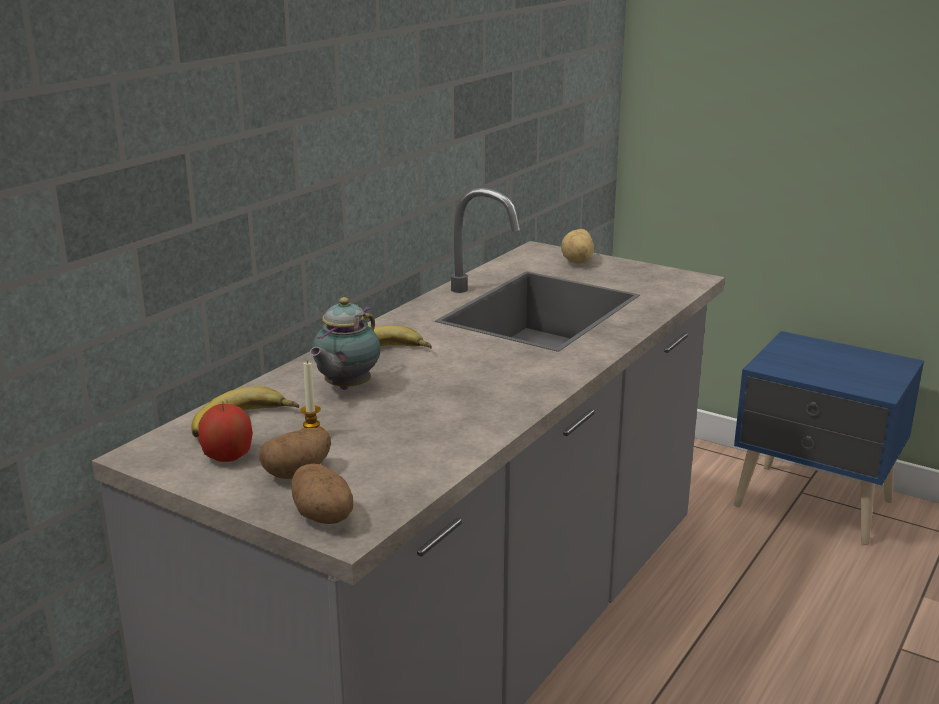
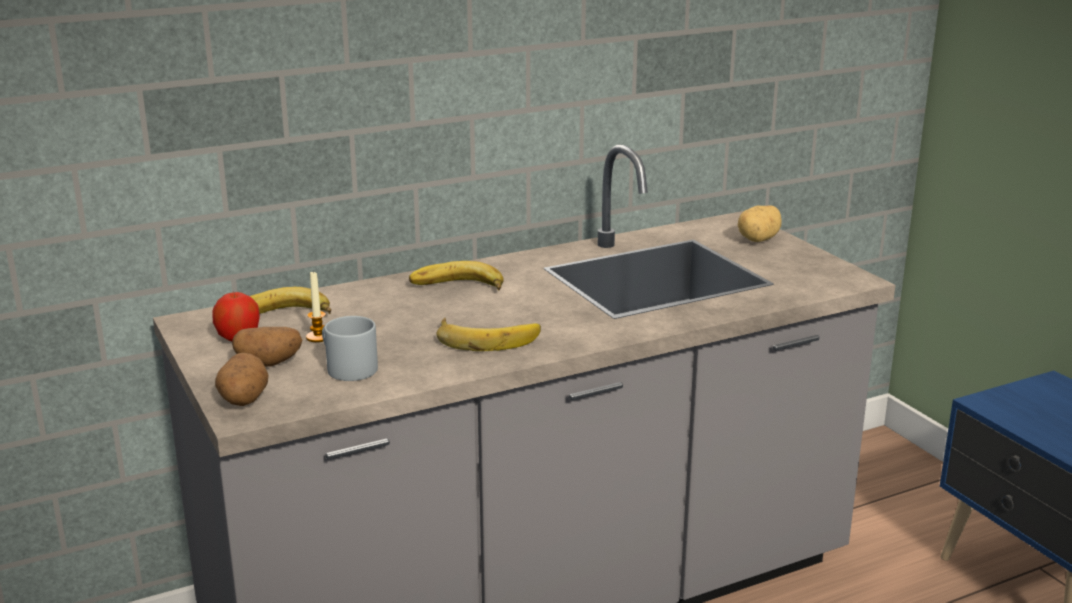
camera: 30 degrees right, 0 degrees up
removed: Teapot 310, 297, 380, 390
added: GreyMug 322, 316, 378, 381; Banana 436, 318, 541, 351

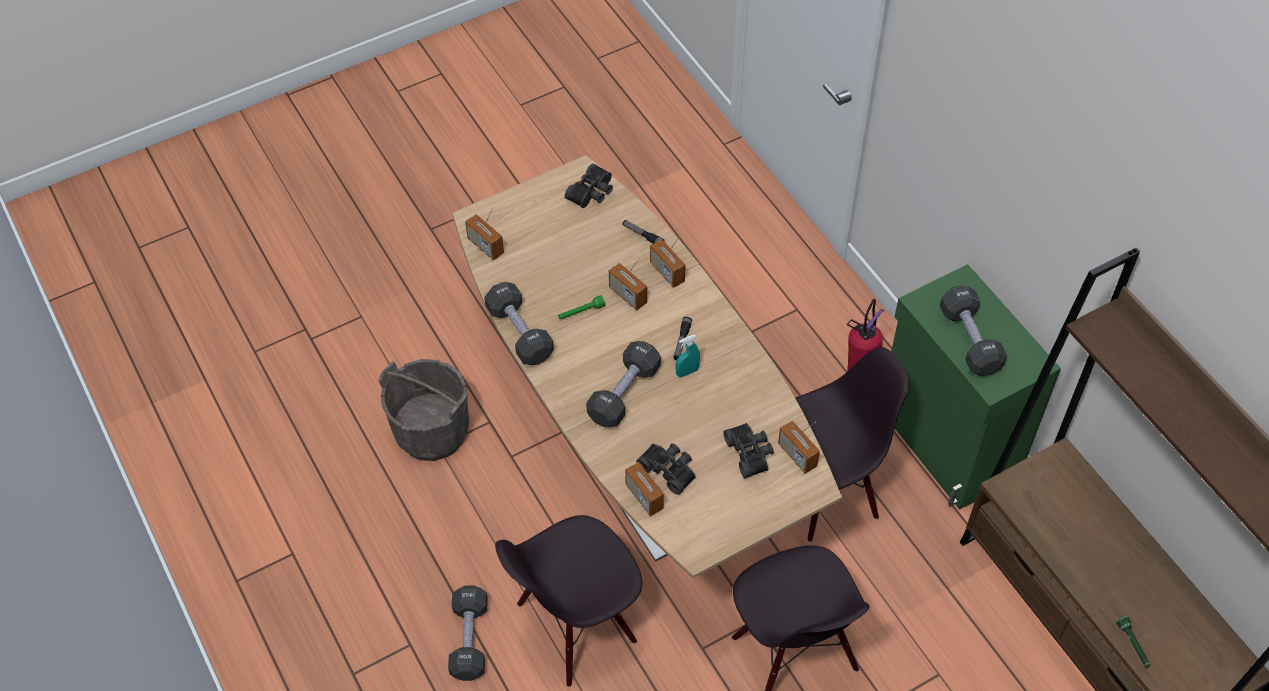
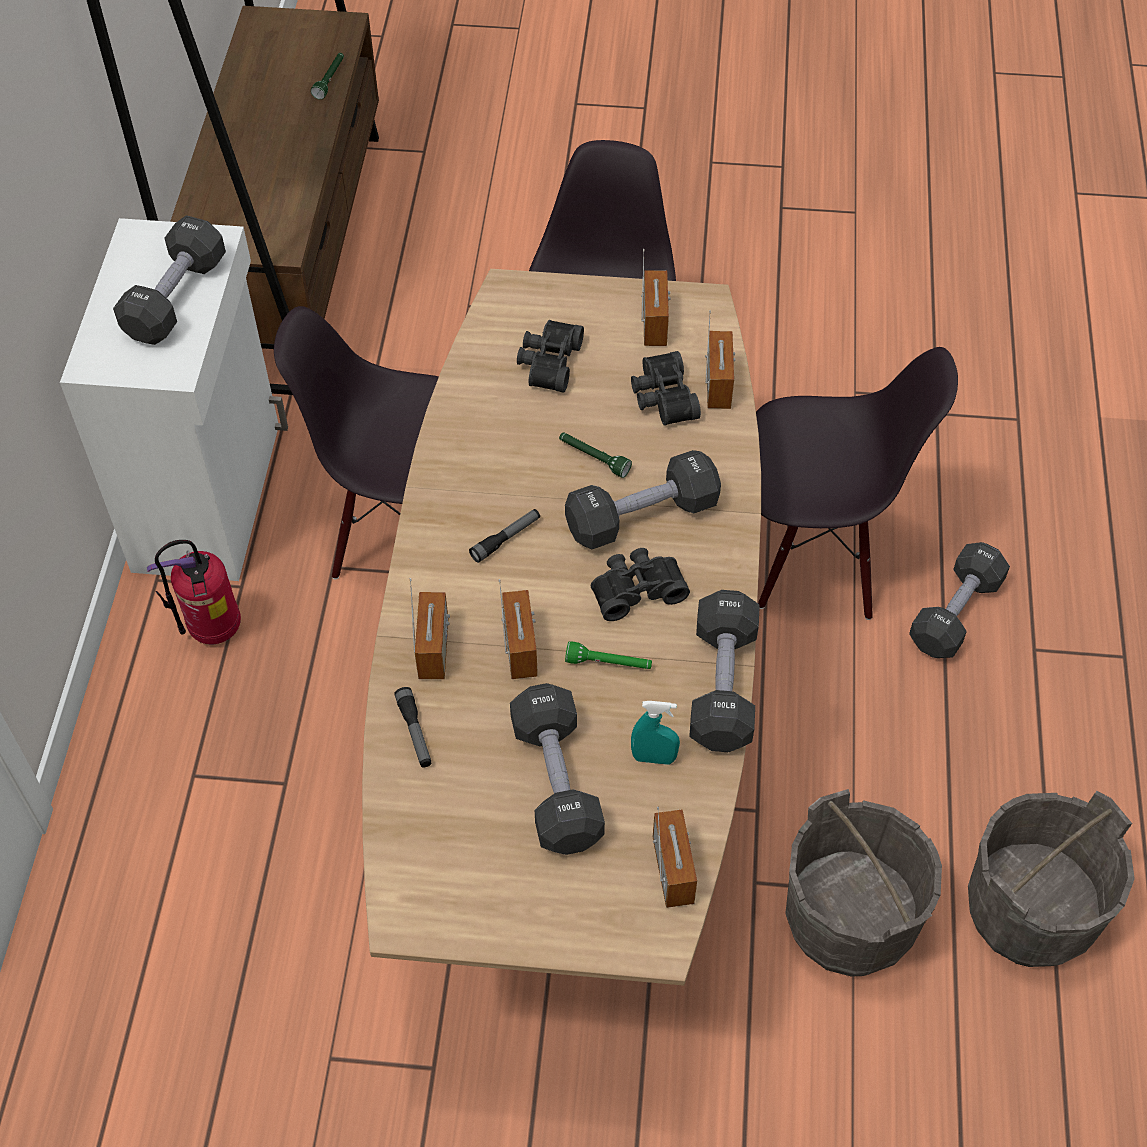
camera: 145 degrees left, 0 degrees up
added: BlackDumbbell 510, 683, 605, 855; GreenFlashlight 559, 432, 632, 478; GreyBucket 968, 791, 1135, 967
moved: BlackBinoculars 565, 163, 613, 208 to 591, 548, 690, 621; TurquoiseSprayBottle 675, 335, 700, 377 to 631, 701, 680, 765; Radio 778, 420, 820, 474 to 641, 249, 670, 346
recoloured: GreenCabinet 891, 264, 1061, 510 to WhiteCabinet 60, 218, 288, 581

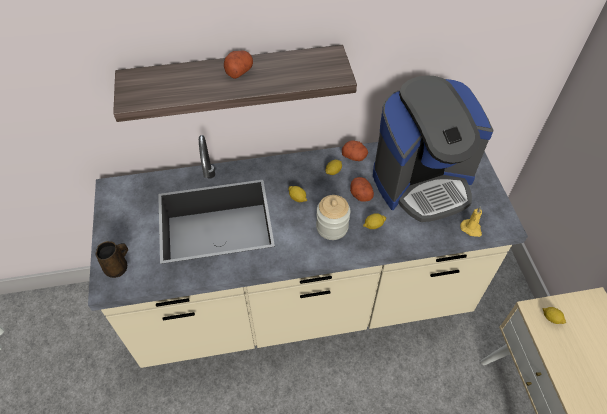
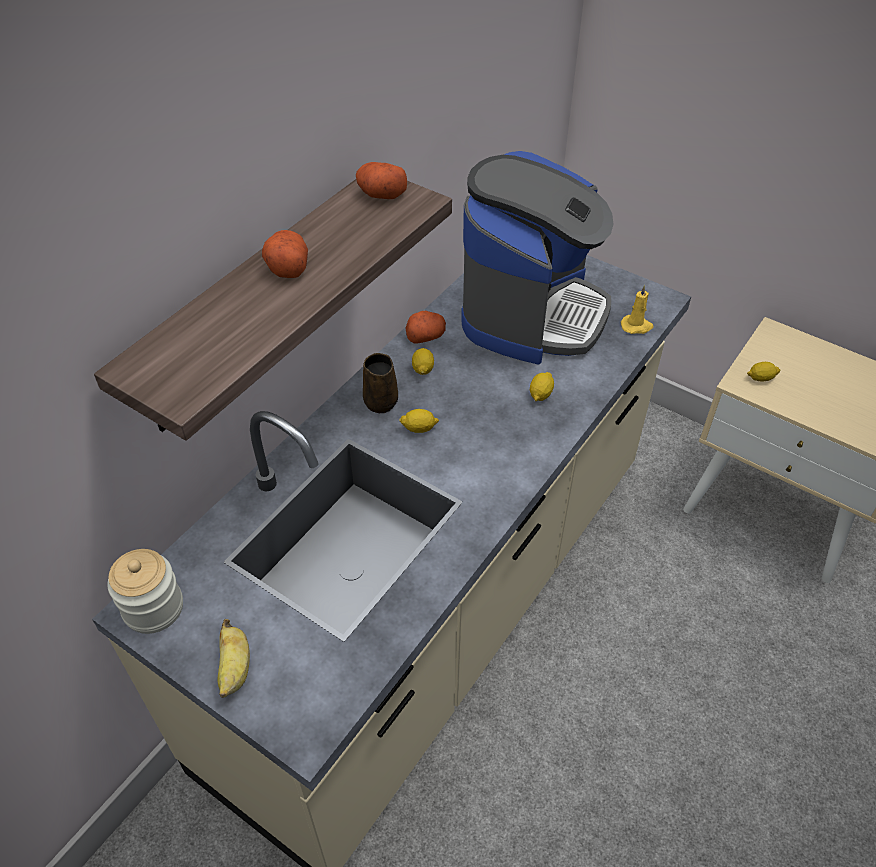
camera: 45 degrees left, 5 degrees down
added: Banana 217, 619, 250, 698
moved: BrownMug 96, 241, 128, 278 to 363, 353, 398, 413; Jar 316, 195, 350, 240 to 107, 549, 183, 634; Potato 350, 177, 374, 202 to 356, 162, 407, 199

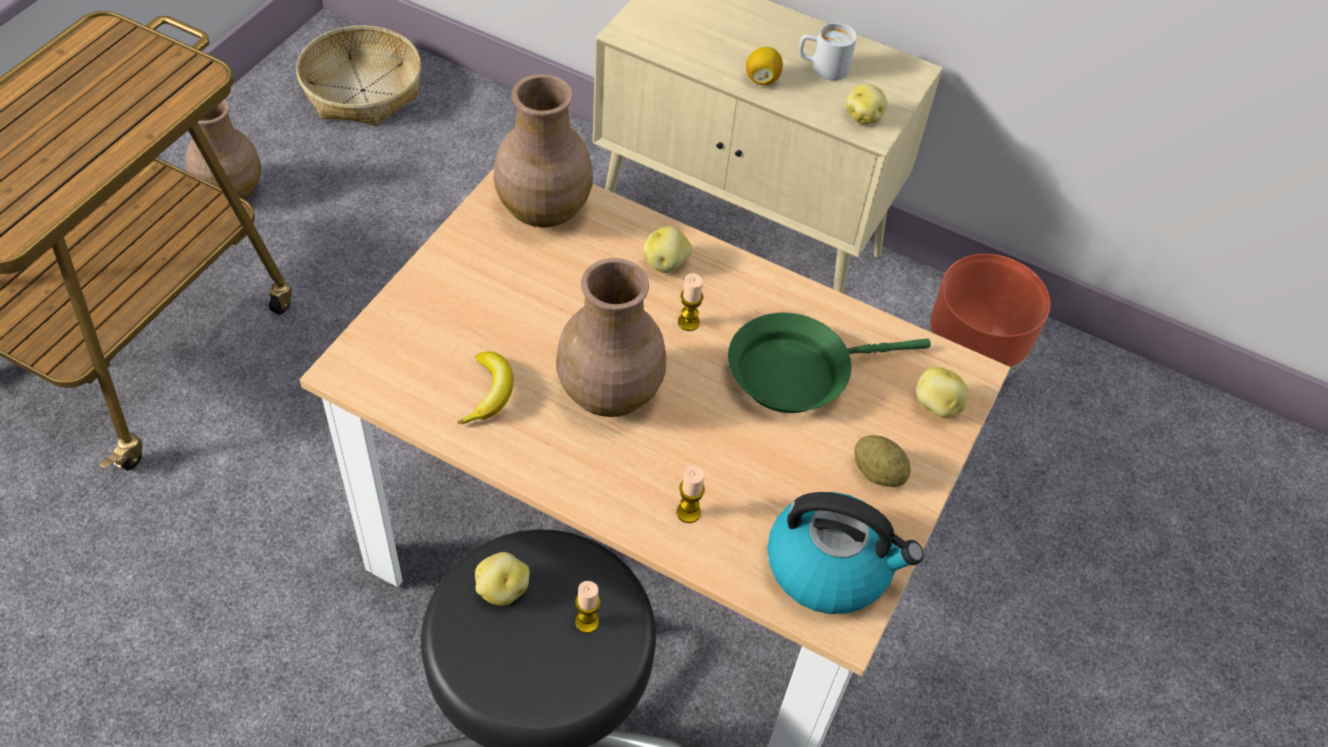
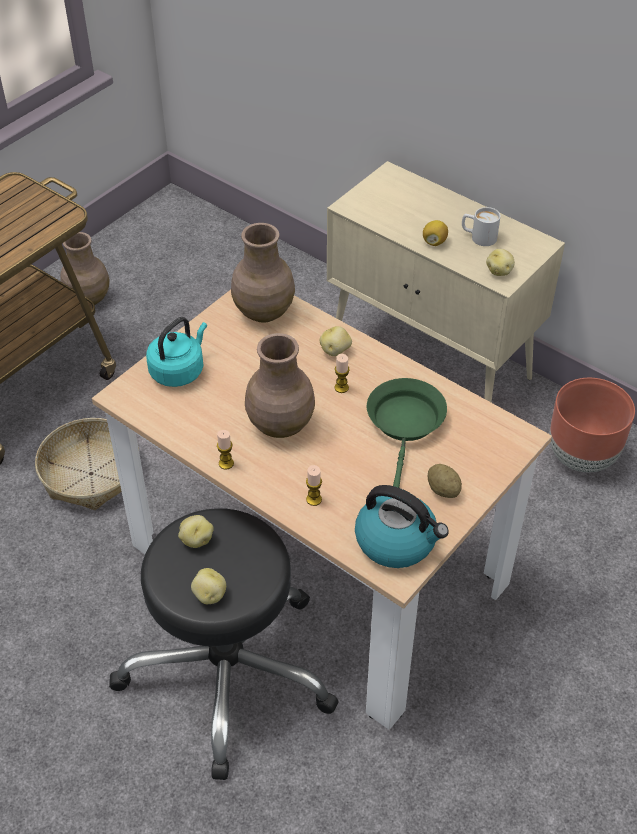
camera: 15 degrees right, 5 degrees down
removed: Banana 458, 351, 513, 424
added: TurquoiseKettle 146, 317, 207, 387
moved: Basket 296, 25, 421, 127 to 35, 418, 139, 510; Candle 575, 581, 601, 633 to 217, 430, 234, 469; Potato 916, 367, 969, 418 to 191, 568, 226, 604
turned: GreenFryingPan 728, 313, 931, 413 = 367, 378, 447, 488 105 degrees clockwise

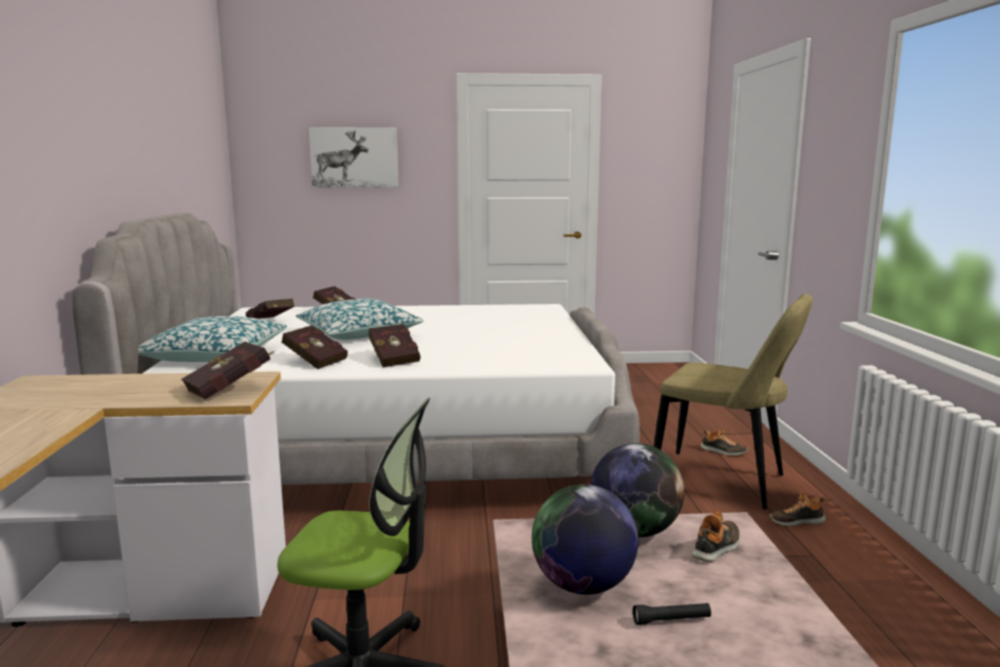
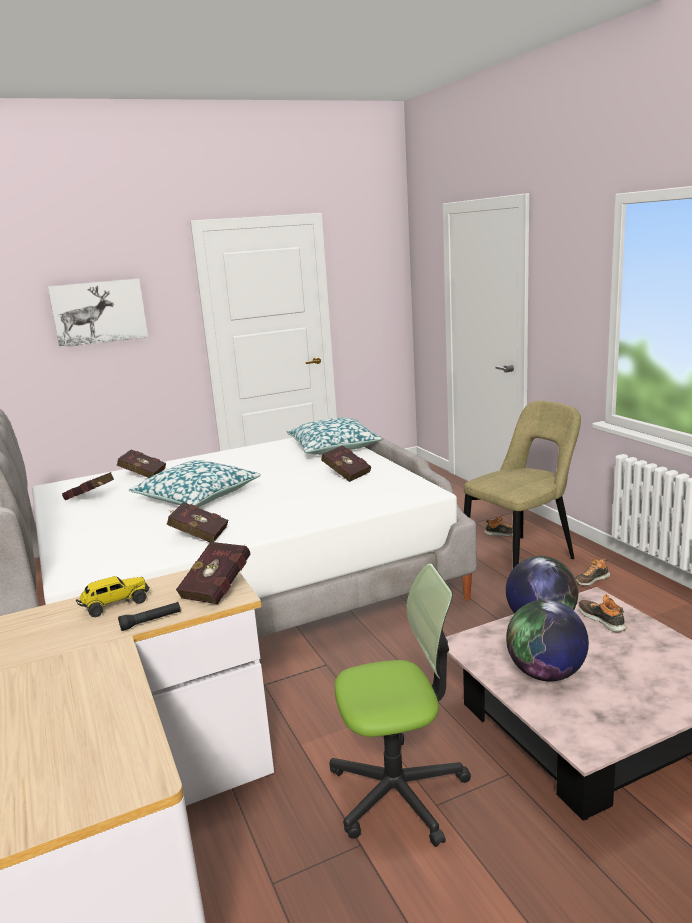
camera: 20 degrees left, 5 degrees up
added: ToyTruck 76, 576, 150, 617
moved: Pillow 138, 316, 287, 362 to 287, 418, 382, 455; RedBook 369, 324, 420, 367 to 321, 445, 371, 482; BlackFlashlight 633, 603, 711, 625 to 118, 602, 181, 631
turned: BeigeChair 654, 294, 813, 510 = 464, 401, 581, 568 45 degrees counterclockwise; Shoe 691, 511, 740, 562 = 578, 594, 627, 632 45 degrees counterclockwise

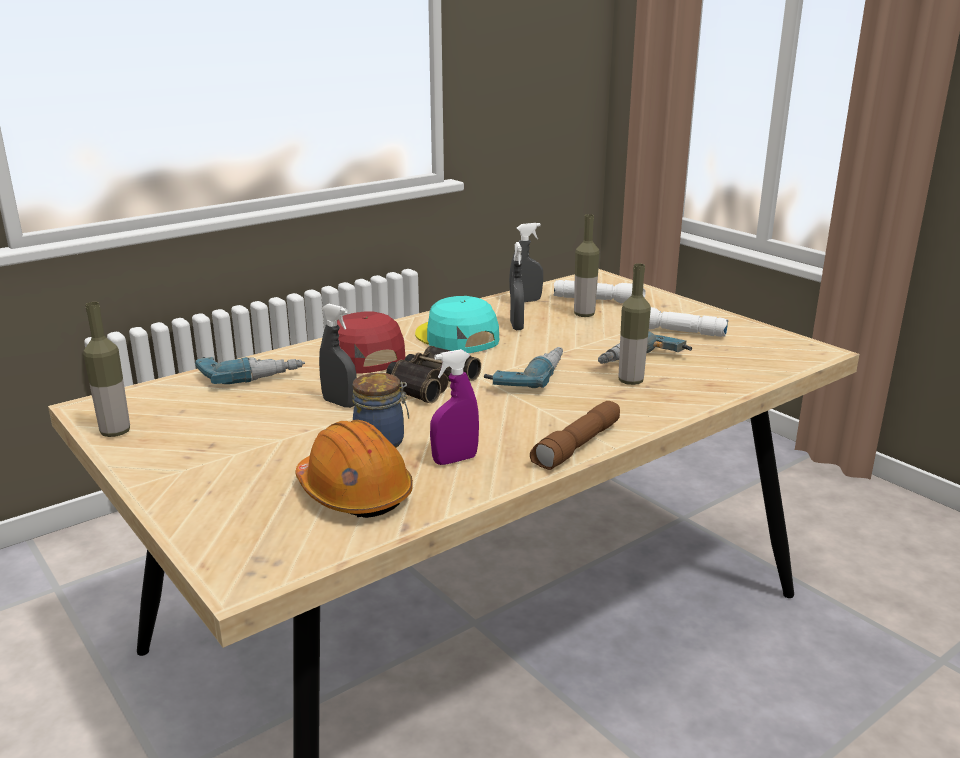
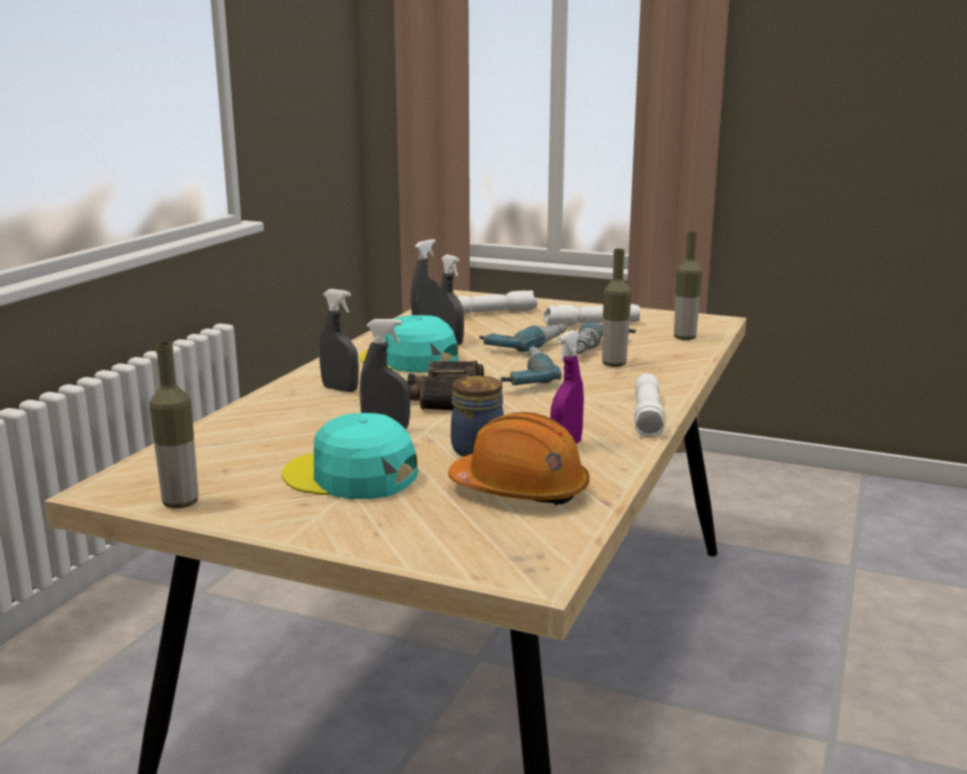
camera: 30 degrees left, 5 degrees down
added: TurquoiseCap 282, 413, 418, 499
moved: PowerDrill 195, 357, 305, 384 to 479, 324, 567, 352; Bottle 574, 214, 600, 317 to 674, 231, 702, 340
replaced: RedCap 337, 312, 405, 373 to GreySprayBottle 319, 289, 359, 392
recoloured: BrownFlashlight 530, 401, 620, 470 to WhiteFlashlight 634, 373, 664, 436

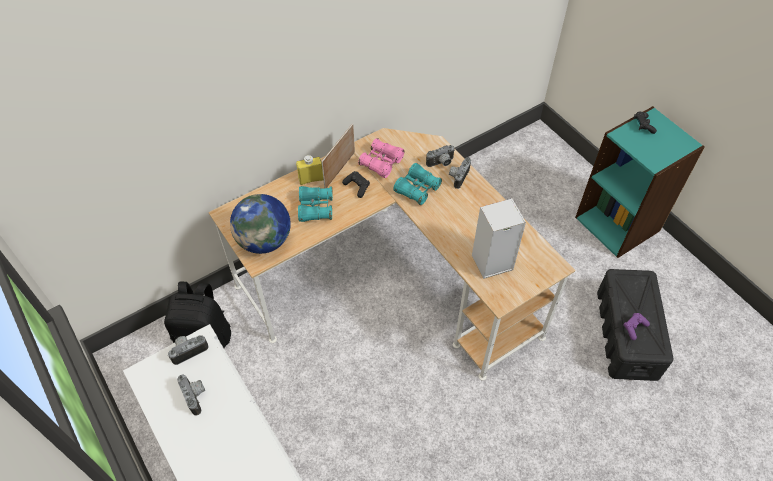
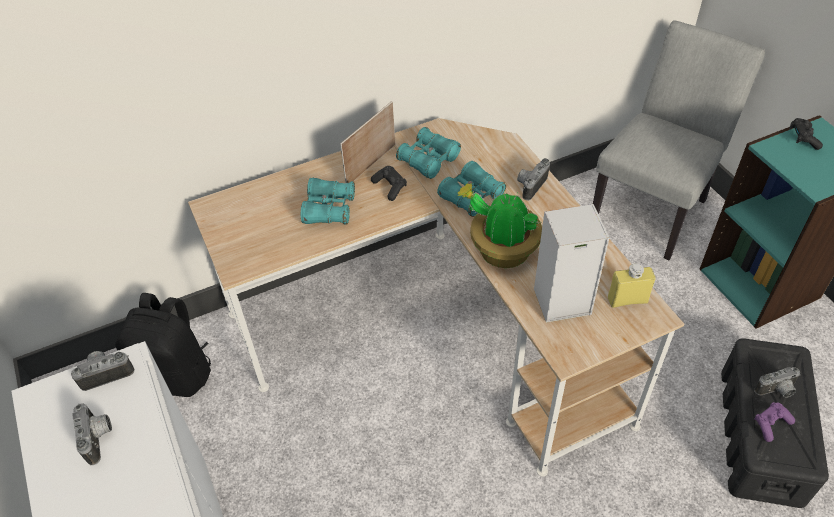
camera: 10 degrees right, 5 degrees down
removed: Globe 230, 194, 291, 254
added: PottedPlant 458, 183, 542, 268; GreyChair 593, 20, 765, 260
moved: YellowBottle 296, 155, 323, 185 to 608, 264, 656, 308; PhotoCamera 426, 145, 455, 167 to 754, 367, 800, 398
recoloured: PinkBinoculars 358, 138, 404, 178 to TurquoiseBinoculars 396, 127, 461, 179

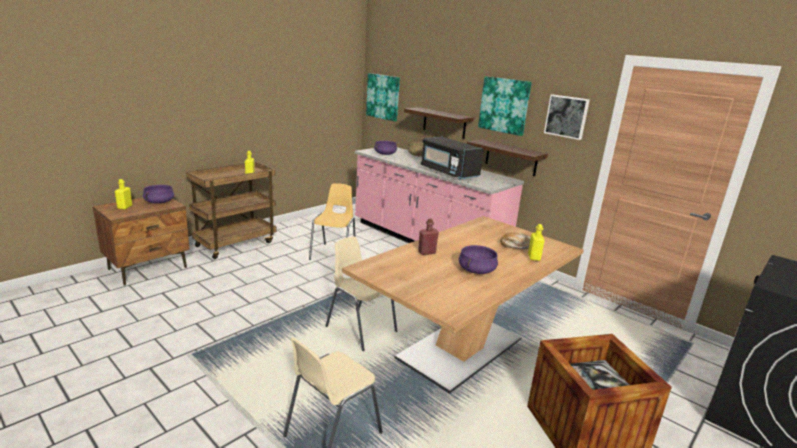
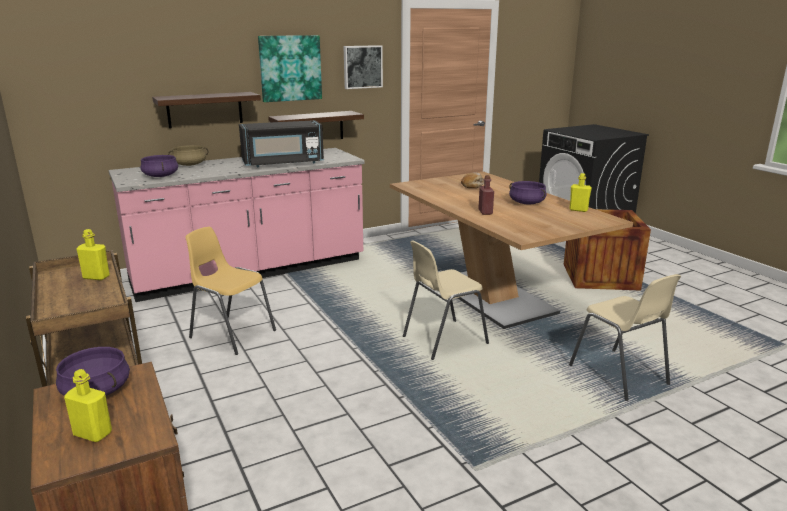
camera: 70 degrees left, 0 degrees up
removed: Picture 366, 73, 400, 122
moved: YellowBottle 528, 224, 545, 261 to 569, 173, 592, 212

